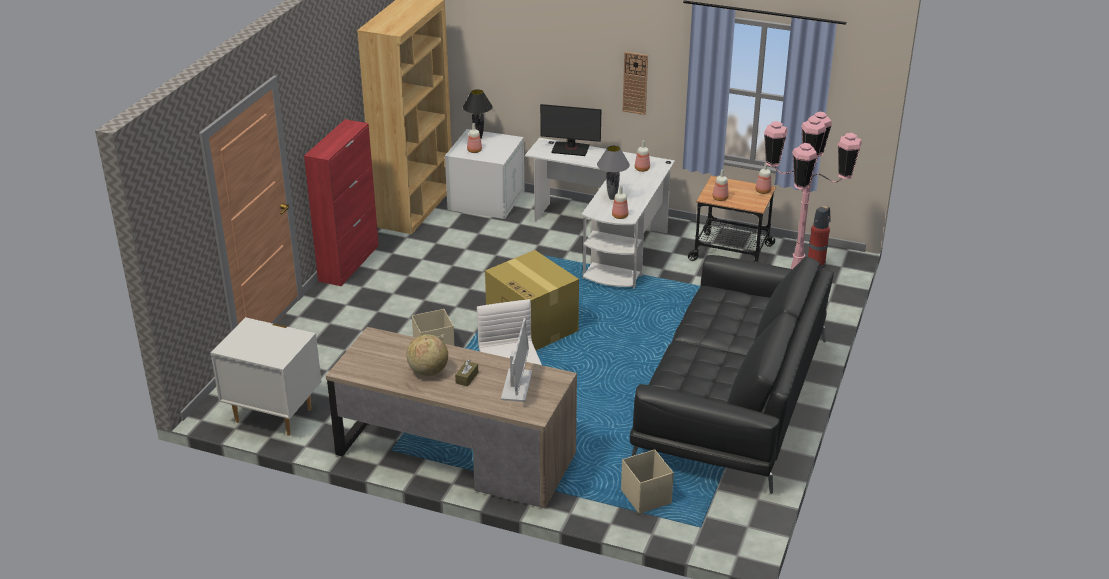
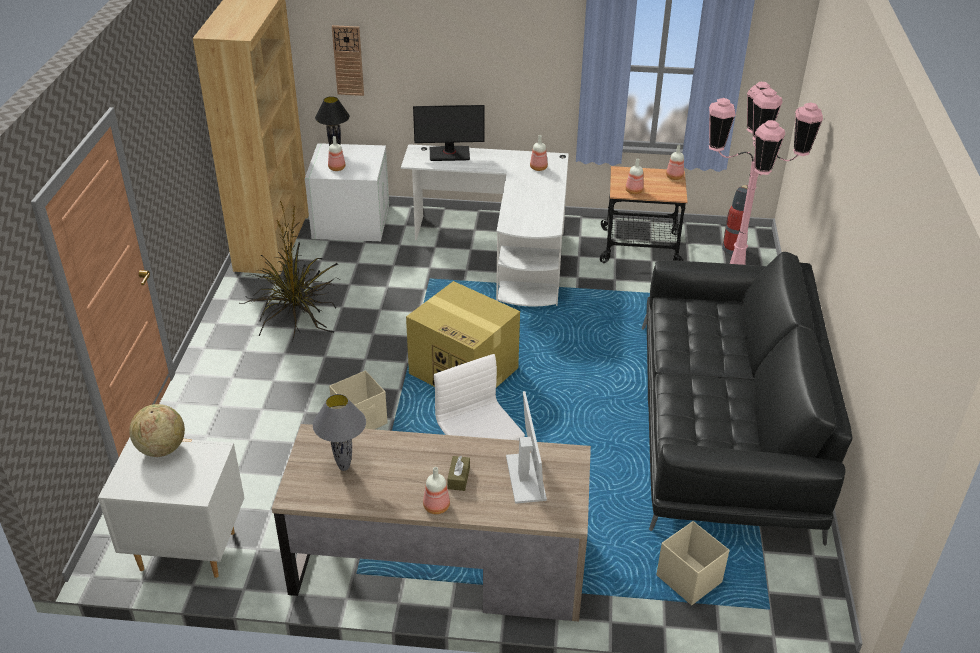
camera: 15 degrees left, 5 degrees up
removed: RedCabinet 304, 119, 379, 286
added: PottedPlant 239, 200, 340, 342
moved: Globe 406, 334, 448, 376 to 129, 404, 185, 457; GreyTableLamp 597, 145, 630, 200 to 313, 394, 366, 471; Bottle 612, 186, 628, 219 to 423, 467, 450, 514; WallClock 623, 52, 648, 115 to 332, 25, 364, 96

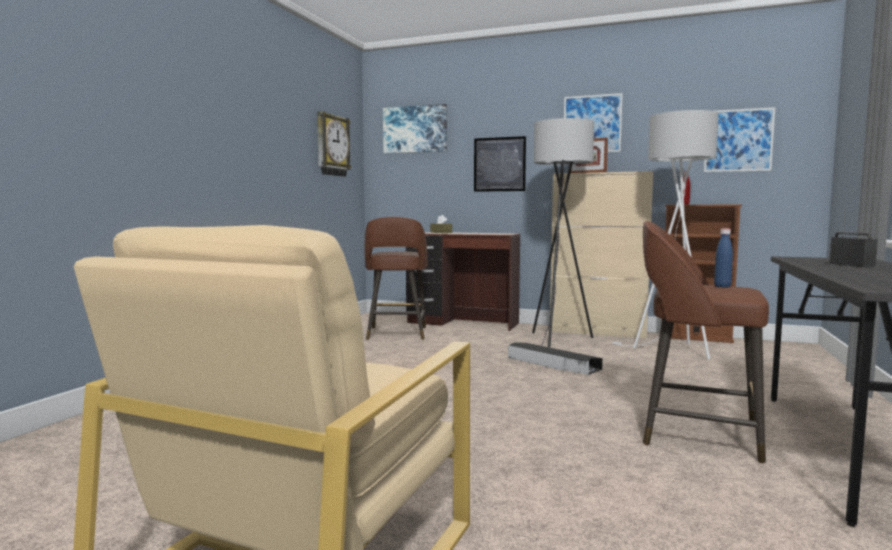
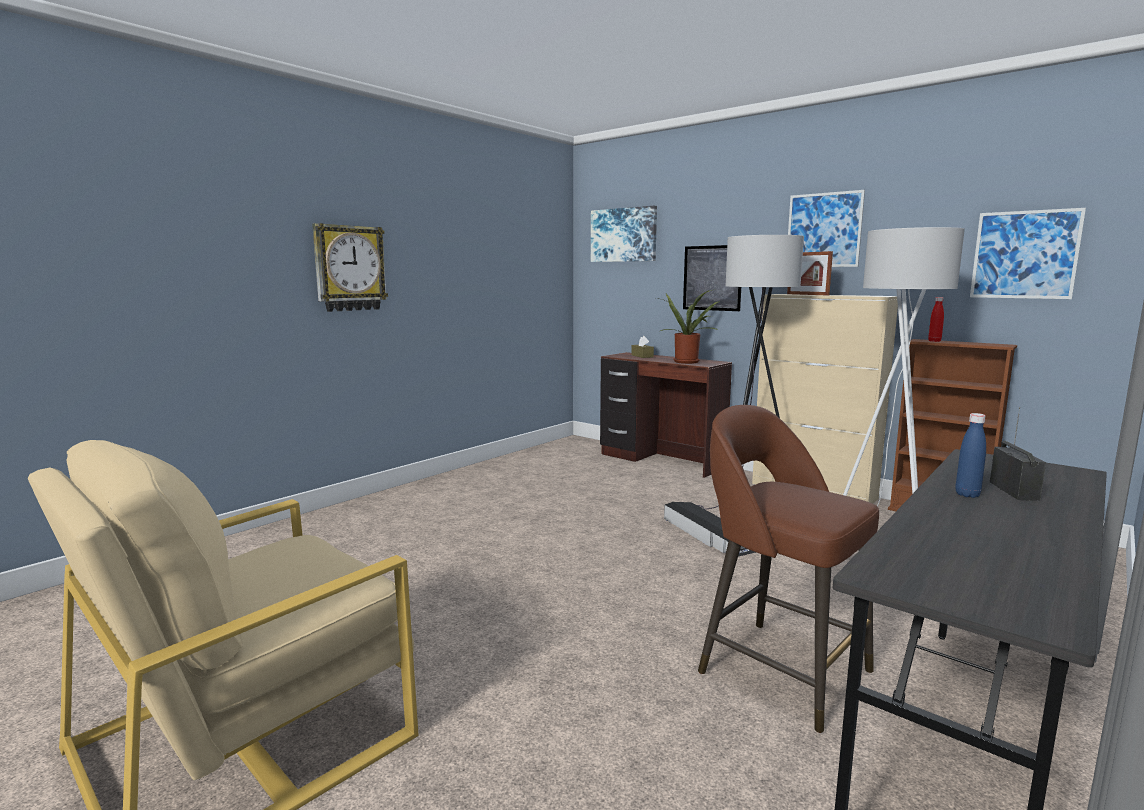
camera: 20 degrees right, 5 degrees up
removed: BrownStool 364, 217, 428, 340
added: PottedPlant 656, 289, 720, 364
moved: WallClock 317, 111, 351, 177 to 312, 223, 388, 312; BlueBottle 714, 228, 733, 287 to 955, 413, 986, 498

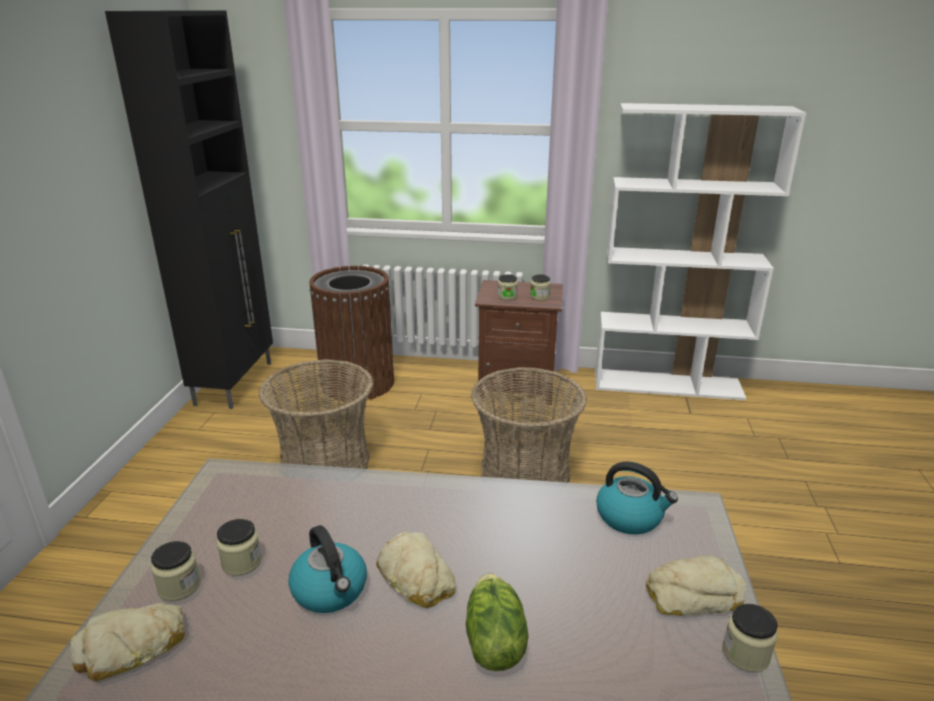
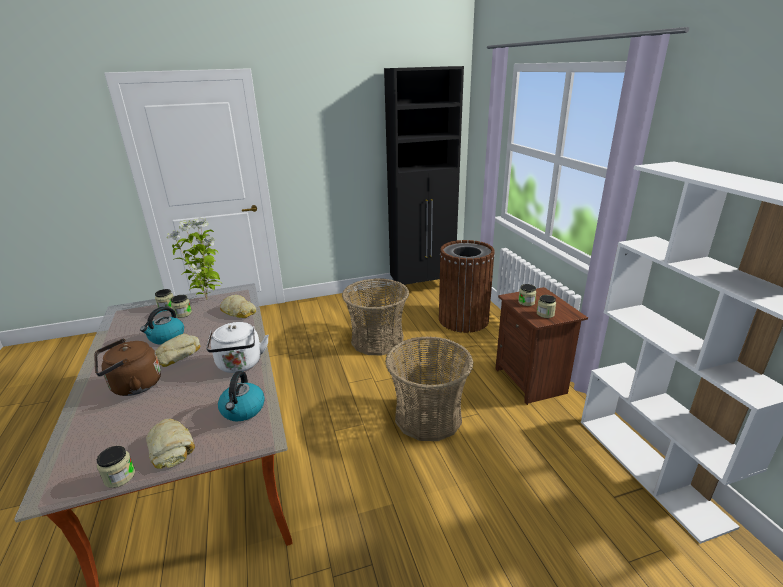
camera: 65 degrees right, 0 degrees up
added: PottedPlant 167, 217, 221, 300; WhiteKettle 206, 322, 269, 373
moved: Bread 70, 603, 185, 681 to 220, 295, 256, 318
replaced: Lettuce 466, 573, 528, 671 to BrownKettle 94, 339, 161, 396

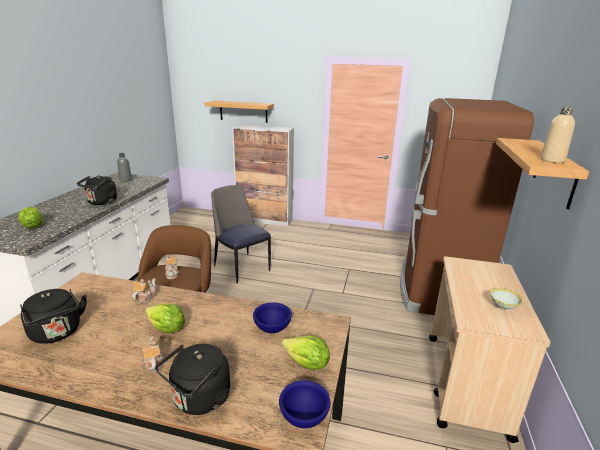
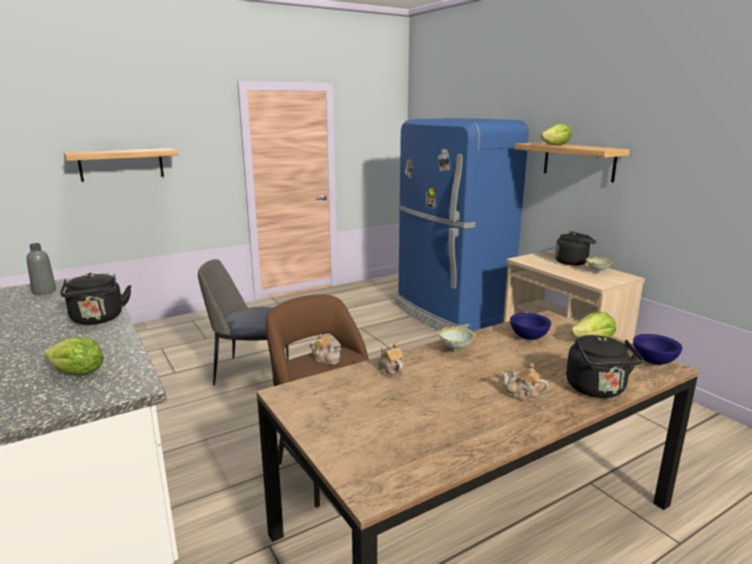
camera: 45 degrees left, 5 degrees down
removed: Cabinet 232, 124, 294, 226; BeigeBottle 540, 107, 575, 163
added: Bowl 438, 326, 475, 352
moved: BlackKettle 20, 289, 87, 344 to 555, 231, 596, 266; Lettuce 145, 303, 185, 333 to 540, 124, 572, 145
recoloured: BrownFridge 400, 98, 534, 315 to BlueFridge 395, 118, 529, 331

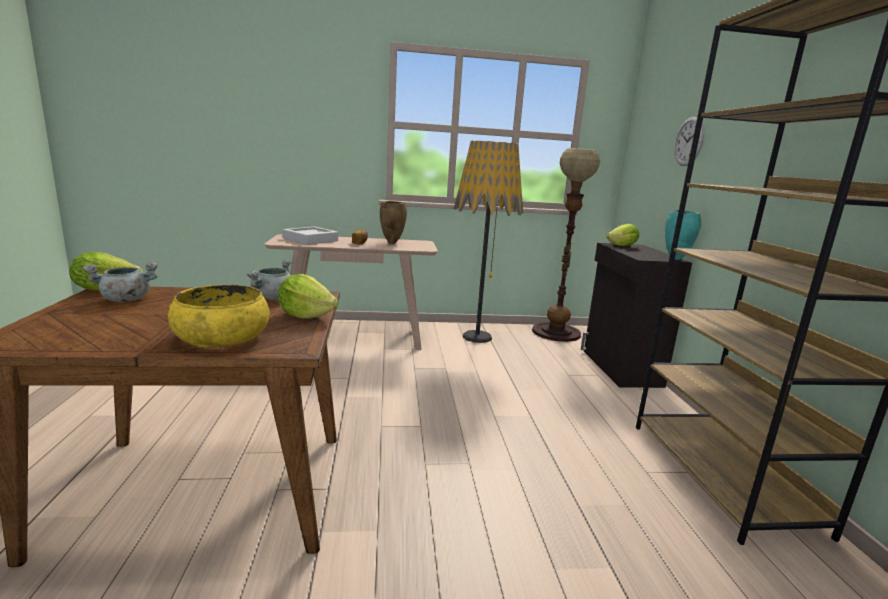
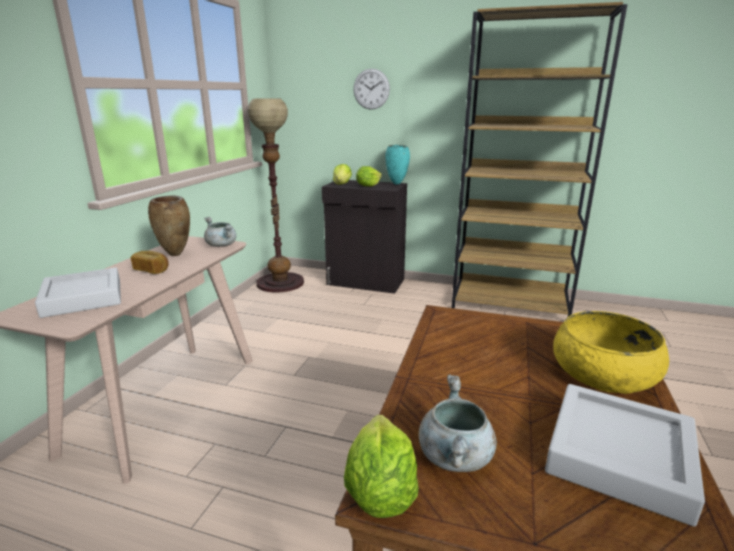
camera: 65 degrees left, 5 degrees up
removed: FloorLamp 454, 141, 523, 343
added: GreyTray 545, 384, 705, 527
moved: GreyCookingPot 247, 260, 291, 300 to 204, 217, 236, 247; Lettuce 278, 274, 339, 319 to 356, 166, 382, 187

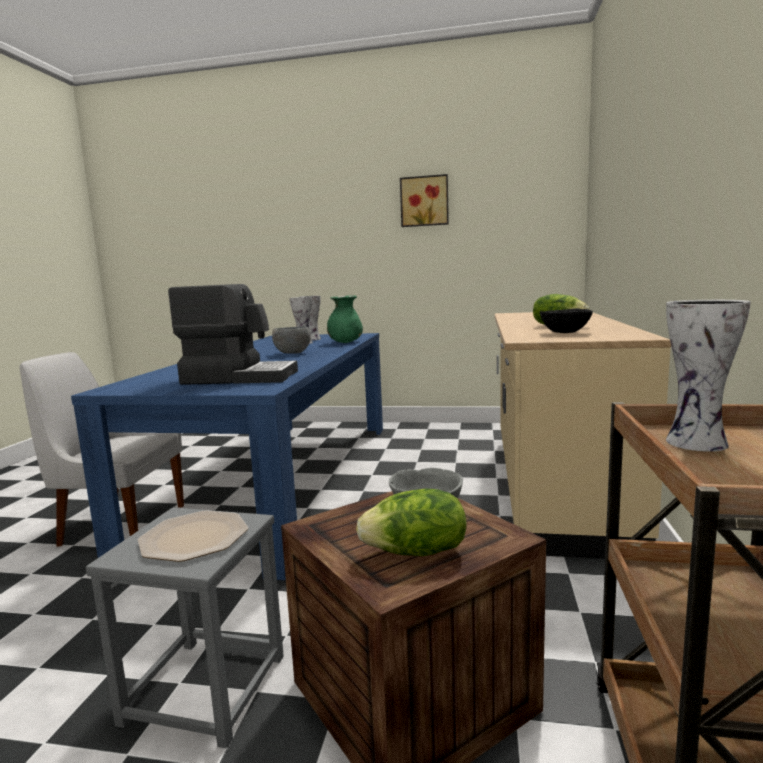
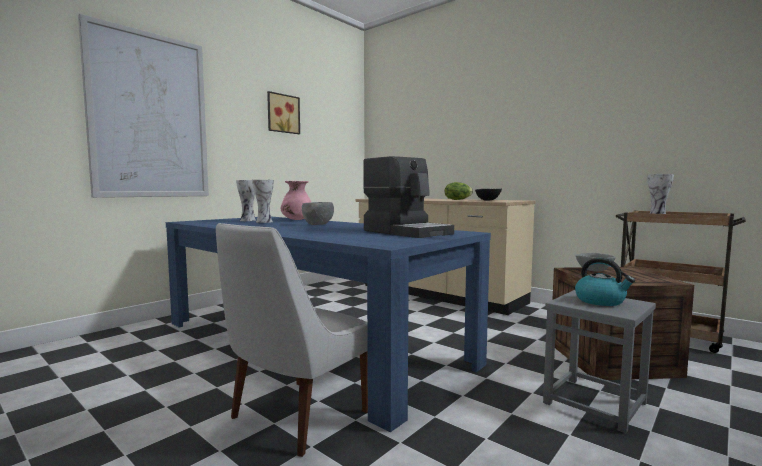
camera: 60 degrees left, 5 degrees down
removed: Lettuce 356, 488, 467, 556
added: Picture 78, 14, 209, 198
replaced: Plate 138, 510, 248, 562 to Kettle 575, 258, 635, 306
recoloured: GreenVase 327, 295, 363, 343 to PinkVase 281, 181, 311, 220
turned: CoffeeMachine 168, 284, 298, 385 = 363, 156, 454, 238 105 degrees clockwise

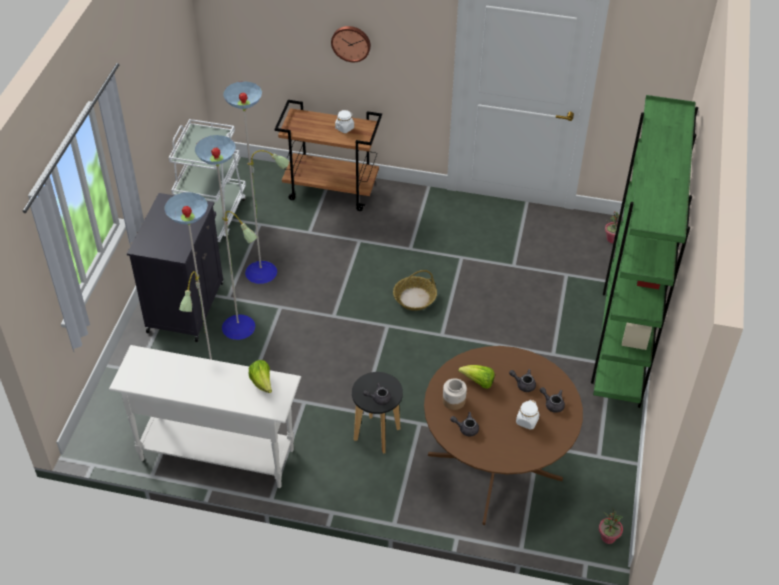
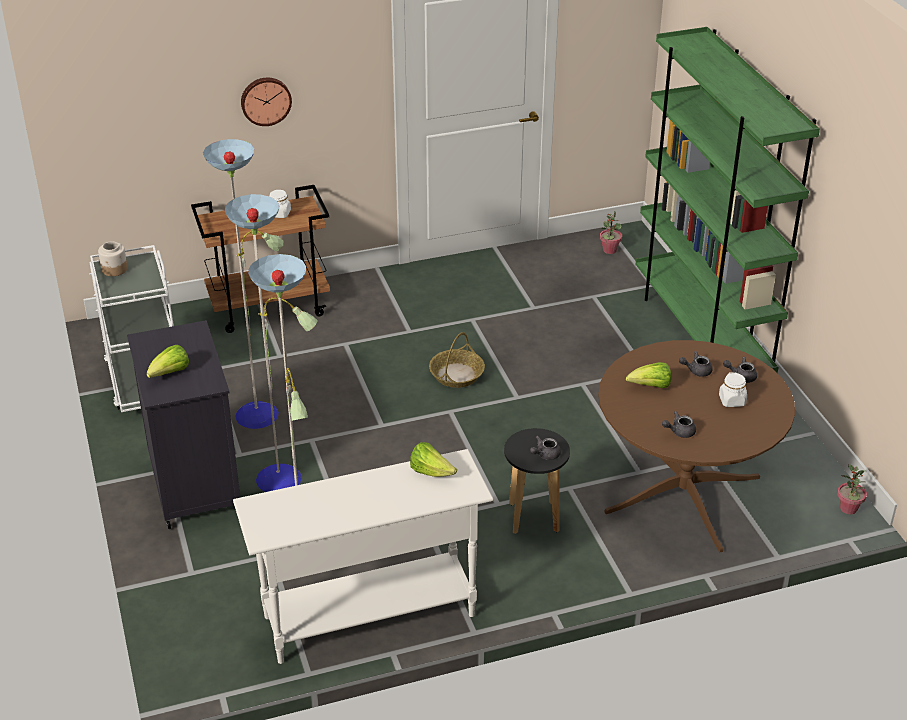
camera: 30 degrees left, 10 degrees down
added: Lettuce 147, 345, 189, 378
moved: Jar 442, 379, 467, 410 to 98, 241, 128, 276

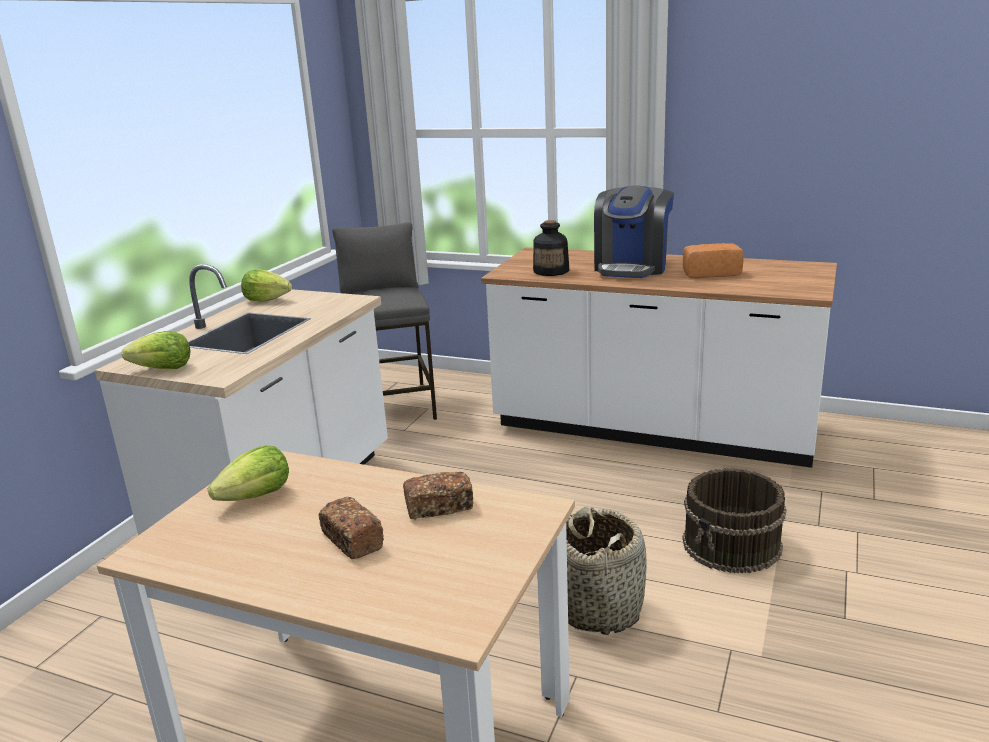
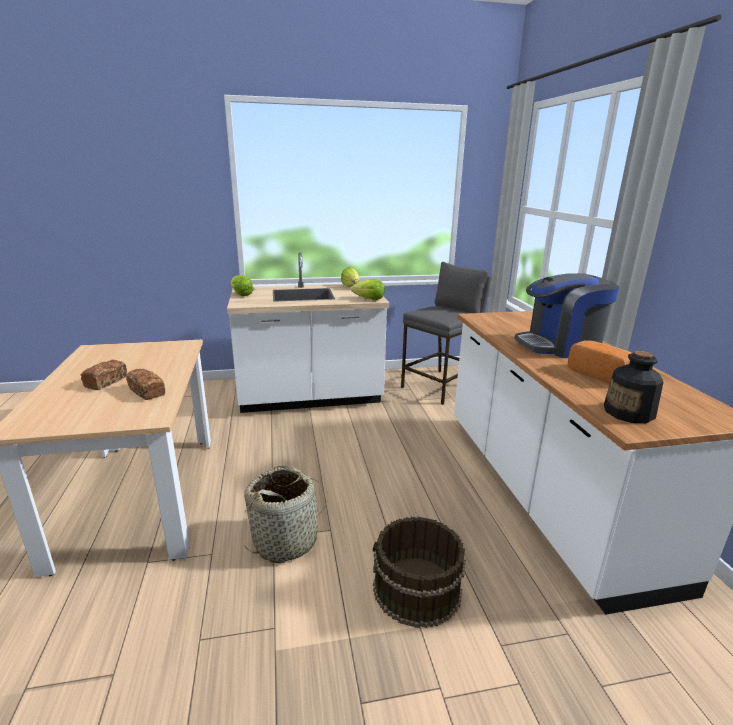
camera: 55 degrees right, 0 degrees up
moved: Lettuce 208, 445, 289, 501 to 351, 279, 385, 300; Bottle 533, 220, 569, 276 to 604, 351, 663, 423

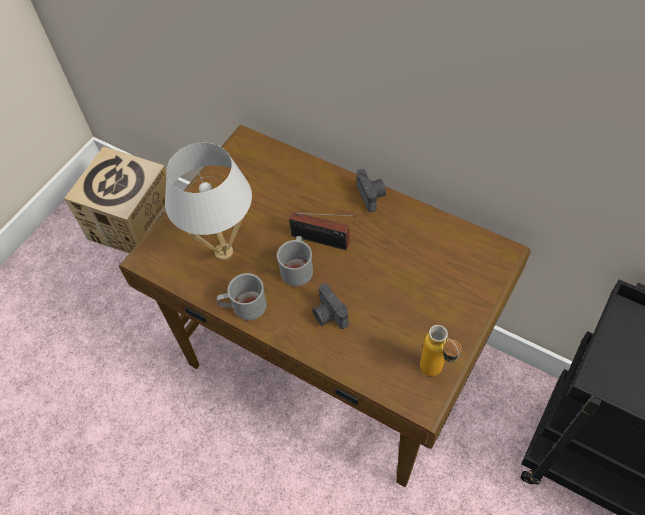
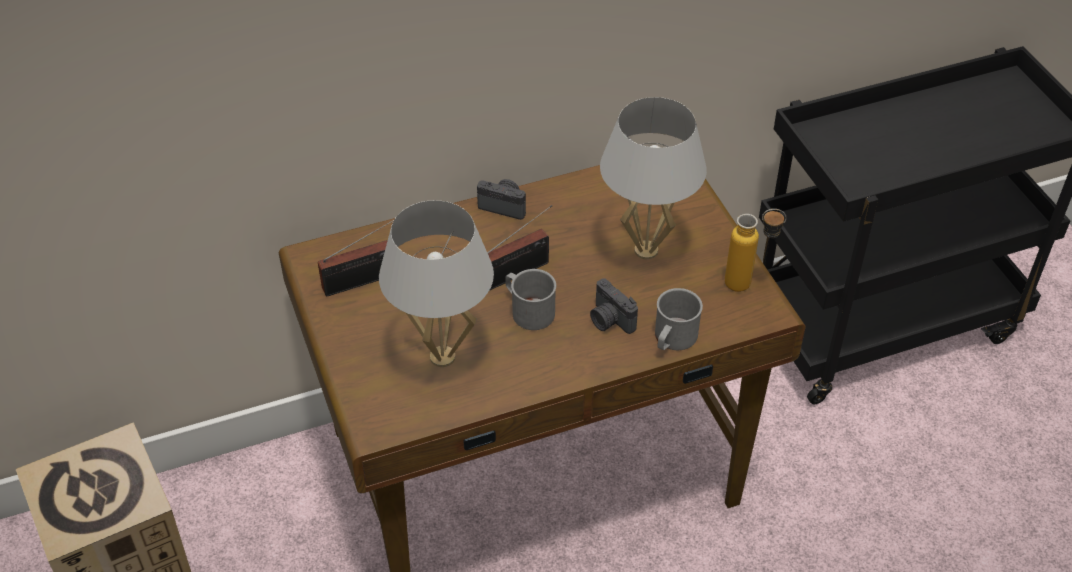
camera: 55 degrees left, 10 degrees down
added: Radio 318, 220, 394, 296; WhiteTableLamp 600, 97, 707, 259
moved: GreyMug 217, 273, 267, 320 to 655, 288, 703, 350
turned: PhotoCamera 312, 283, 348, 329 = 590, 278, 638, 334 45 degrees clockwise

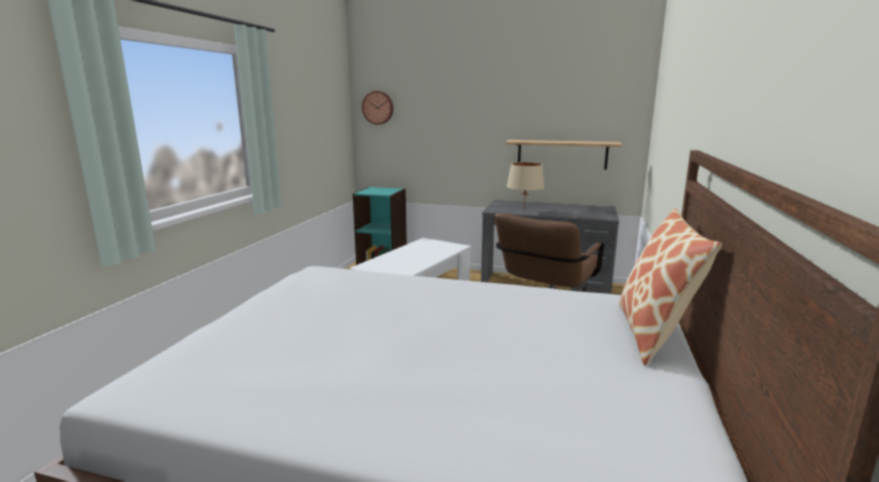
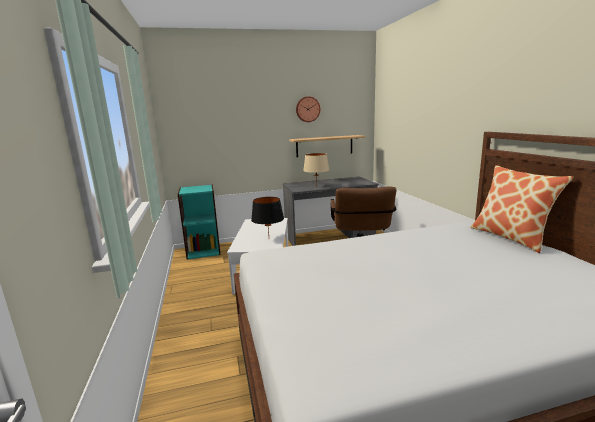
camera: 30 degrees left, 0 degrees up
added: BlackTableLamp 251, 197, 284, 234
moved: WallClock 362, 91, 393, 125 to 296, 96, 320, 122

